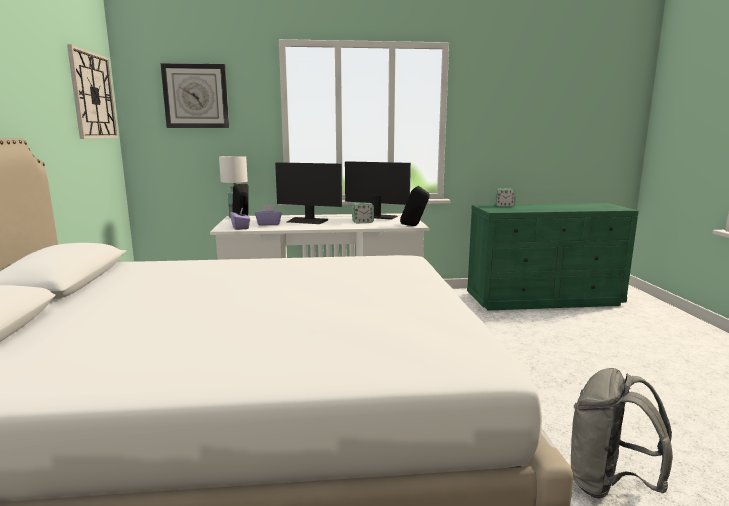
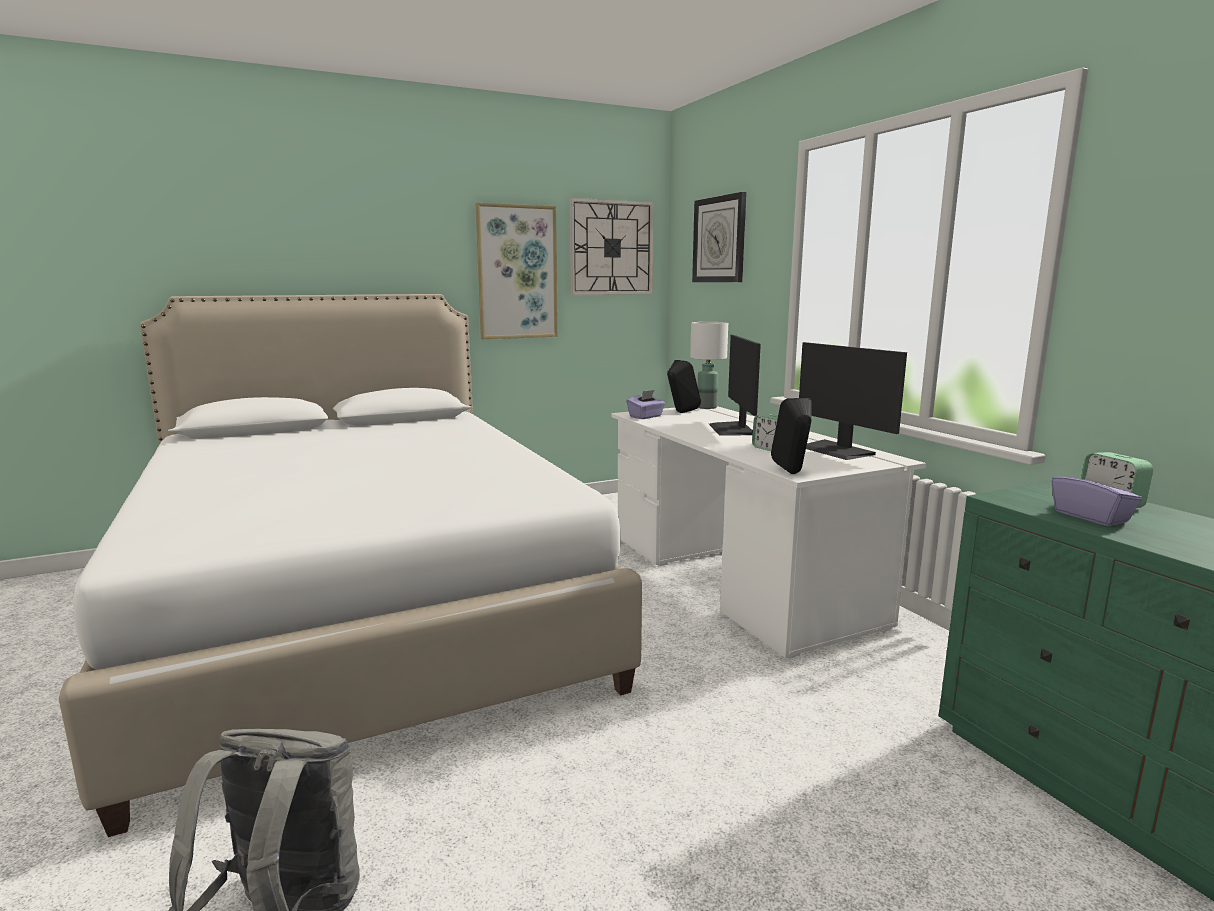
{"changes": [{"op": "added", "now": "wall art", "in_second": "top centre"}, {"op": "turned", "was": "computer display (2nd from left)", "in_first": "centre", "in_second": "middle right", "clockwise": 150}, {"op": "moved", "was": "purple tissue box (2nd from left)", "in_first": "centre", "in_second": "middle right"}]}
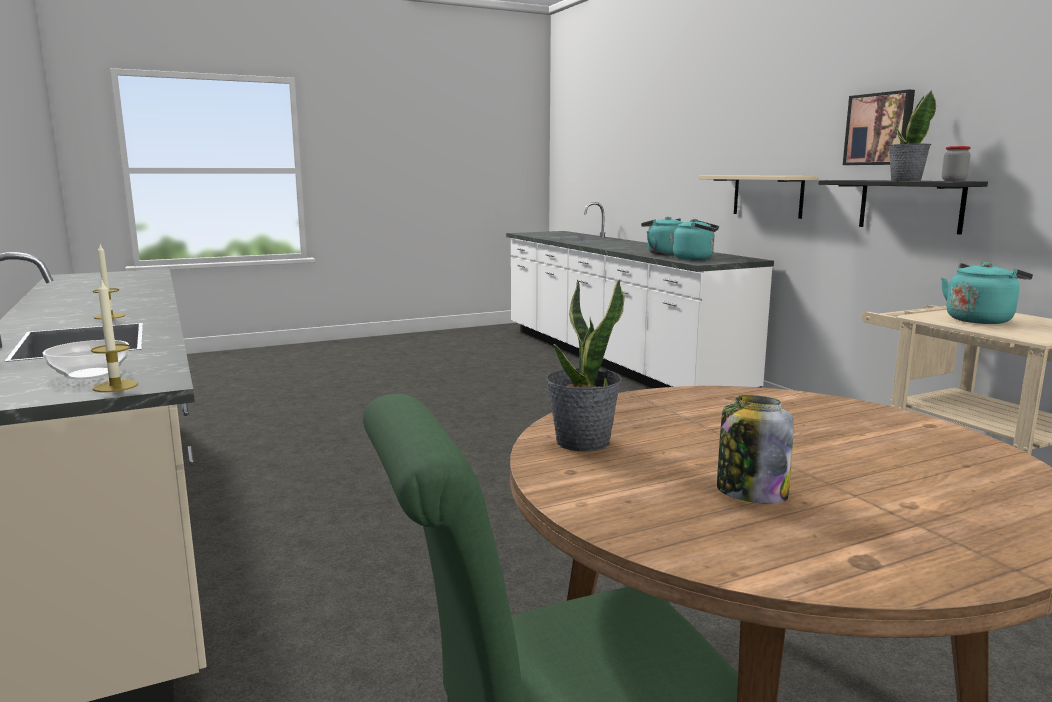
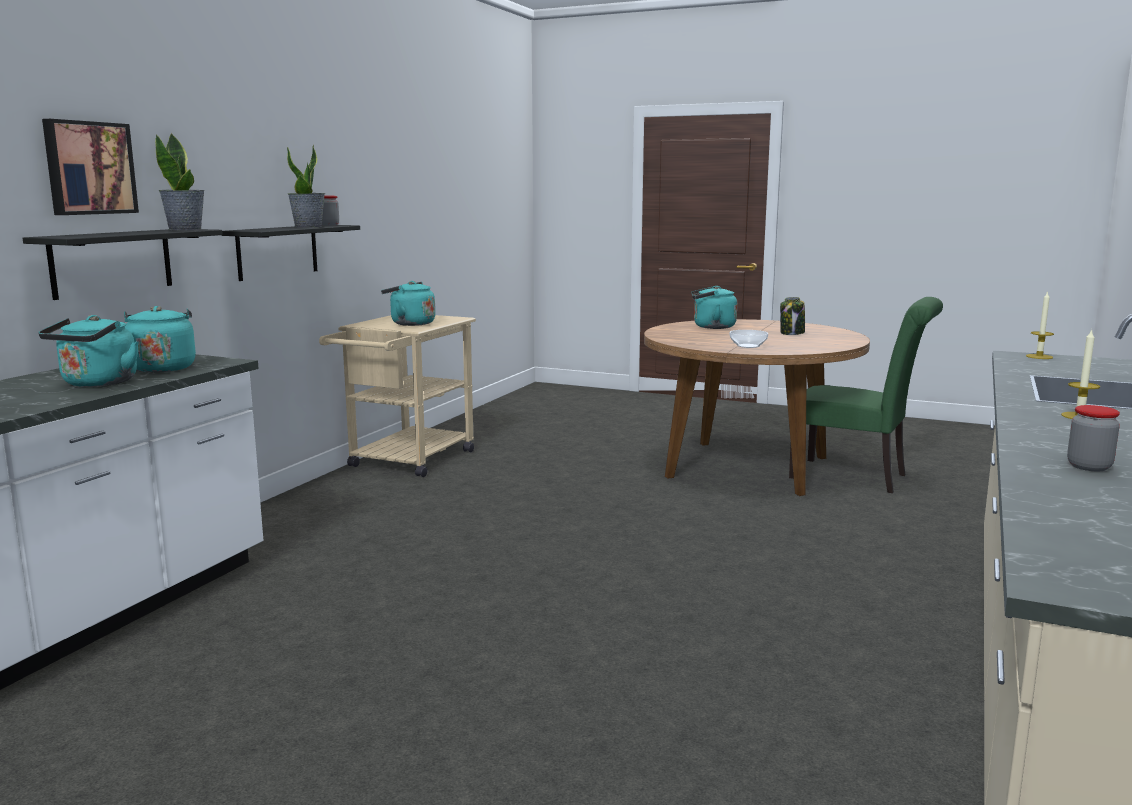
{"changes": [{"op": "recoloured", "was": "beige-coloured wall shelf", "now": "black wall shelf (1st from left)", "in_first": "top right", "in_second": "top left"}, {"op": "moved", "was": "wall art", "in_first": "top right", "in_second": "top left"}, {"op": "moved", "was": "plant in a pot (1st from left)", "in_first": "centre", "in_second": "top left"}, {"op": "added", "now": "turquoise-coloured water kettle (4th from left)", "in_second": "centre"}, {"op": "moved", "was": "serving bowl", "in_first": "middle left", "in_second": "centre"}, {"op": "added", "now": "storage jar (3rd from left)", "in_second": "middle right"}]}
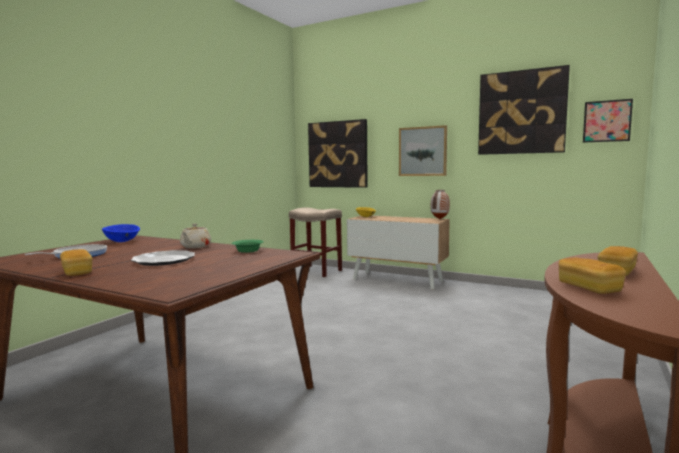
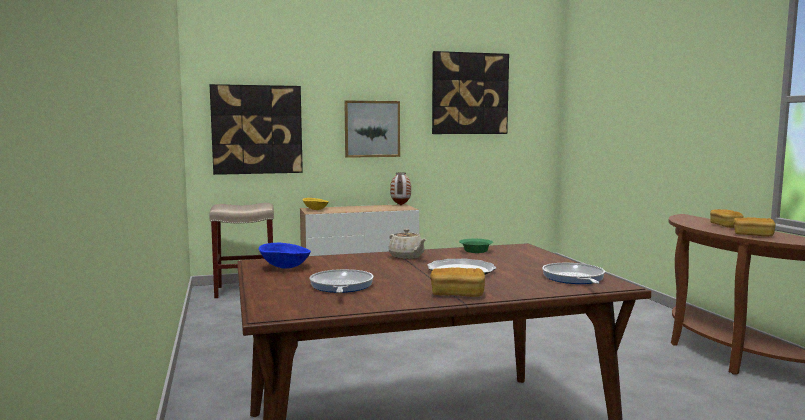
{"changes": [{"op": "added", "now": "skillet (2nd from left)", "in_second": "middle right"}, {"op": "removed", "was": "wall art (4th from left)", "in_first": "top right"}]}
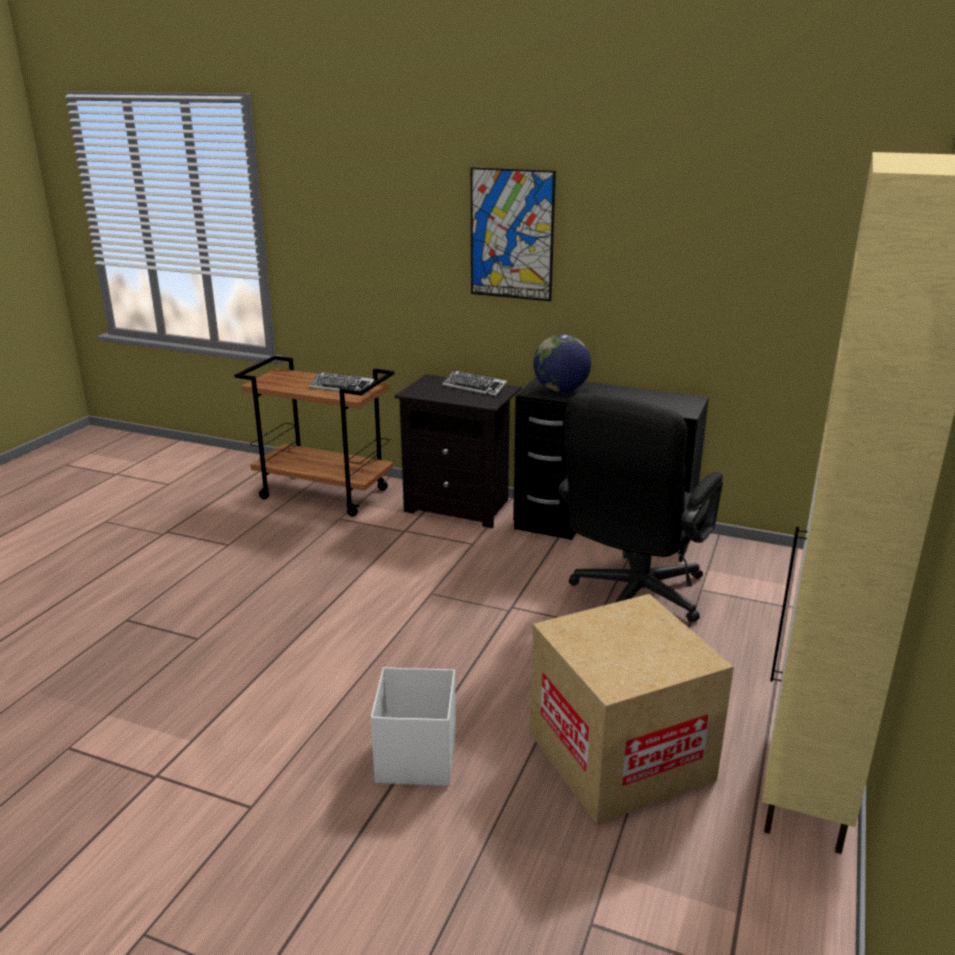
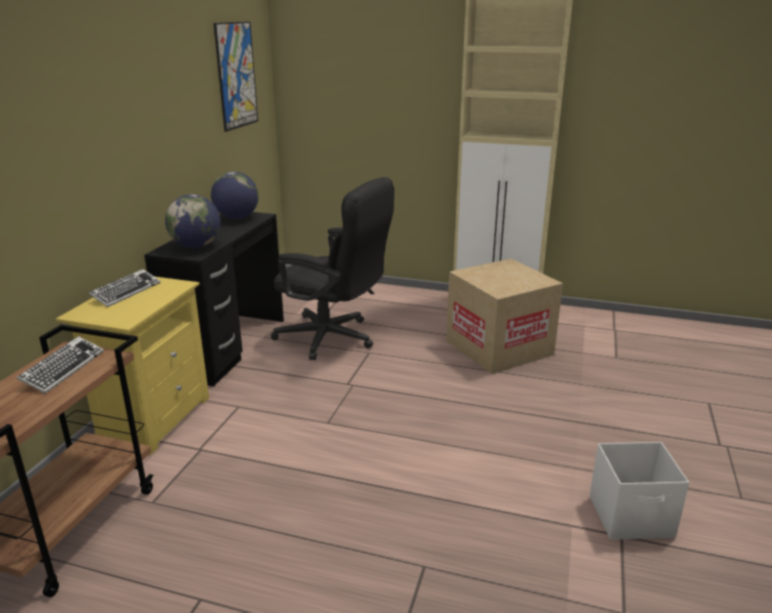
{"changes": [{"op": "recoloured", "was": "black nightstand", "now": "yellowish nightstand", "in_first": "centre", "in_second": "middle left"}, {"op": "added", "now": "globe (2nd from left)", "in_second": "top left"}, {"op": "moved", "was": "wall art", "in_first": "top centre", "in_second": "top left"}, {"op": "moved", "was": "white-coloured storage container", "in_first": "bottom centre", "in_second": "bottom right"}]}
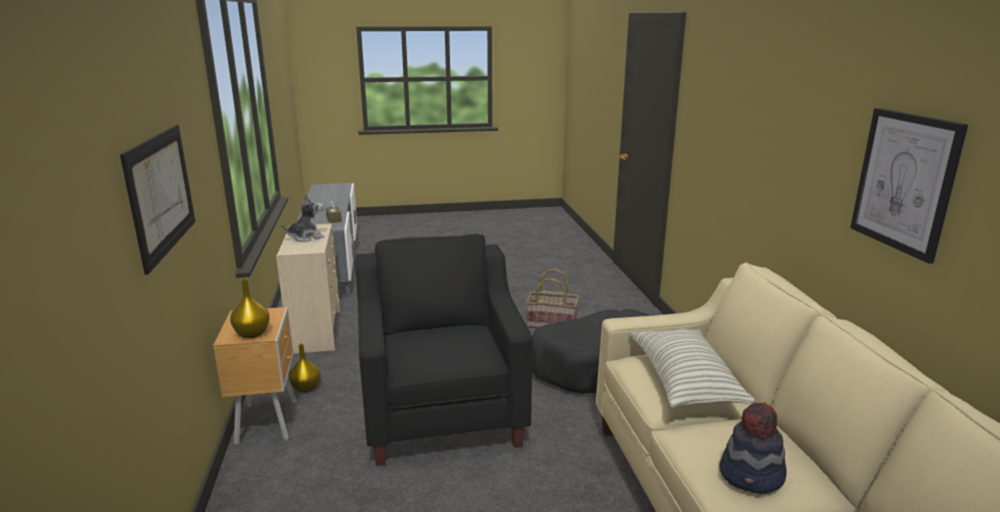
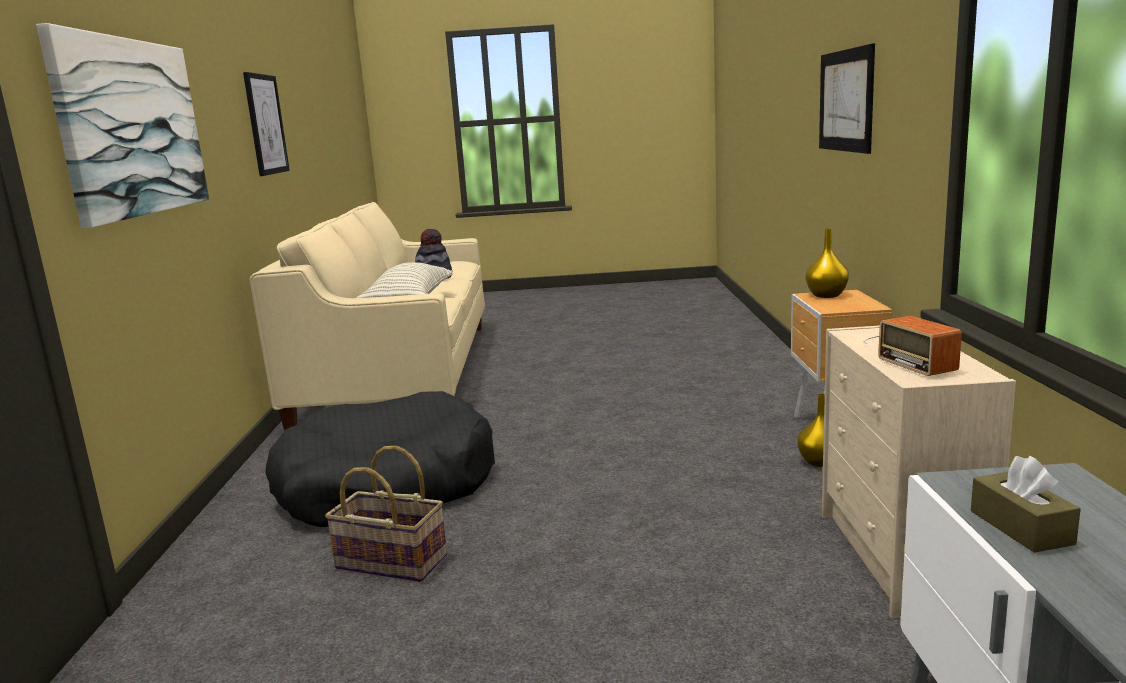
{"changes": [{"op": "added", "now": "wall art (1st from left)", "in_second": "top left"}, {"op": "replaced", "was": "soft toy", "now": "radio receiver", "in_first": "middle left", "in_second": "middle right"}, {"op": "removed", "was": "black lounge chair", "in_first": "bottom centre"}]}
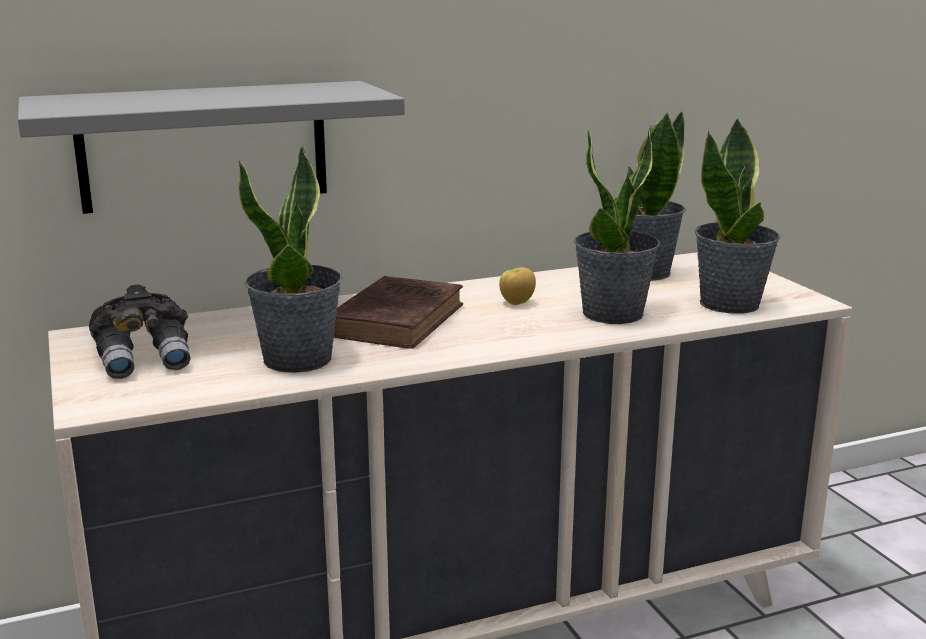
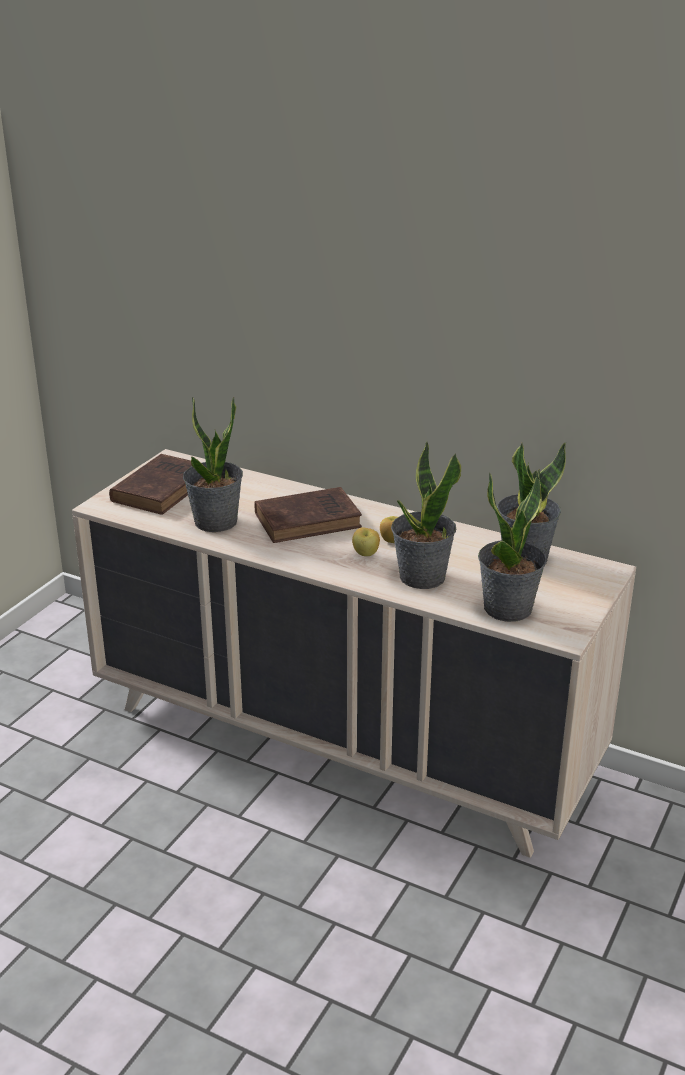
{"changes": [{"op": "replaced", "was": "greyish field glasses", "now": "brownish bound book (1st from left)", "in_first": "middle left", "in_second": "middle left"}, {"op": "added", "now": "apple fruit (1st from left)", "in_second": "centre"}, {"op": "removed", "was": "greyish wall shelf", "in_first": "top left"}]}
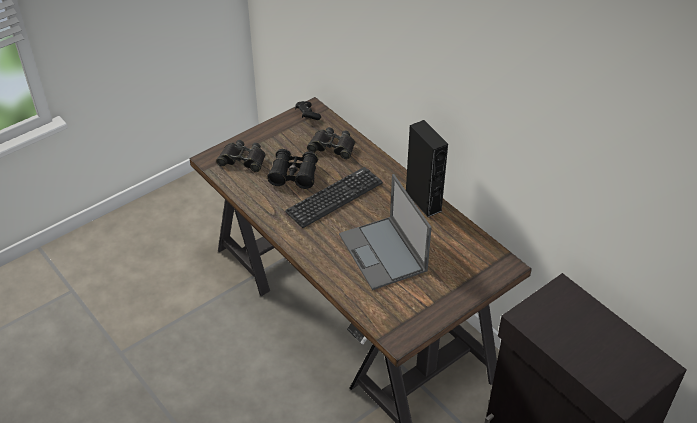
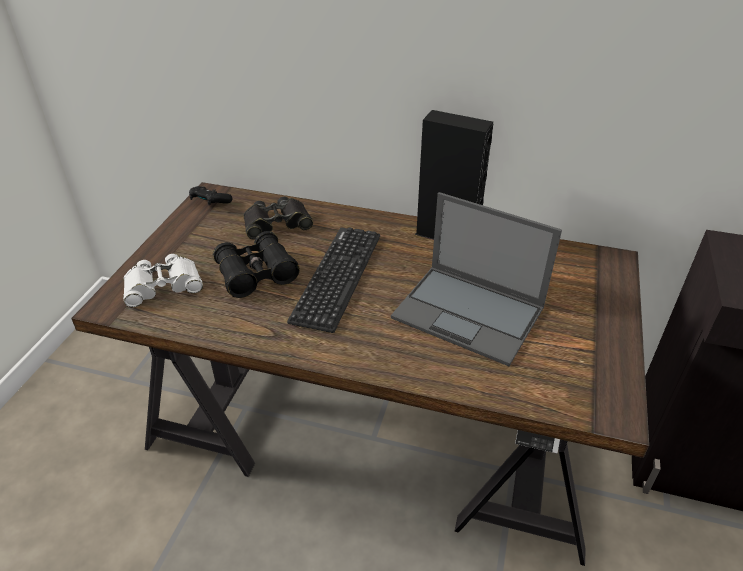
{"changes": [{"op": "recoloured", "was": "black field glasses (1st from left)", "now": "white-coloured field glasses", "in_first": "centre", "in_second": "middle left"}]}
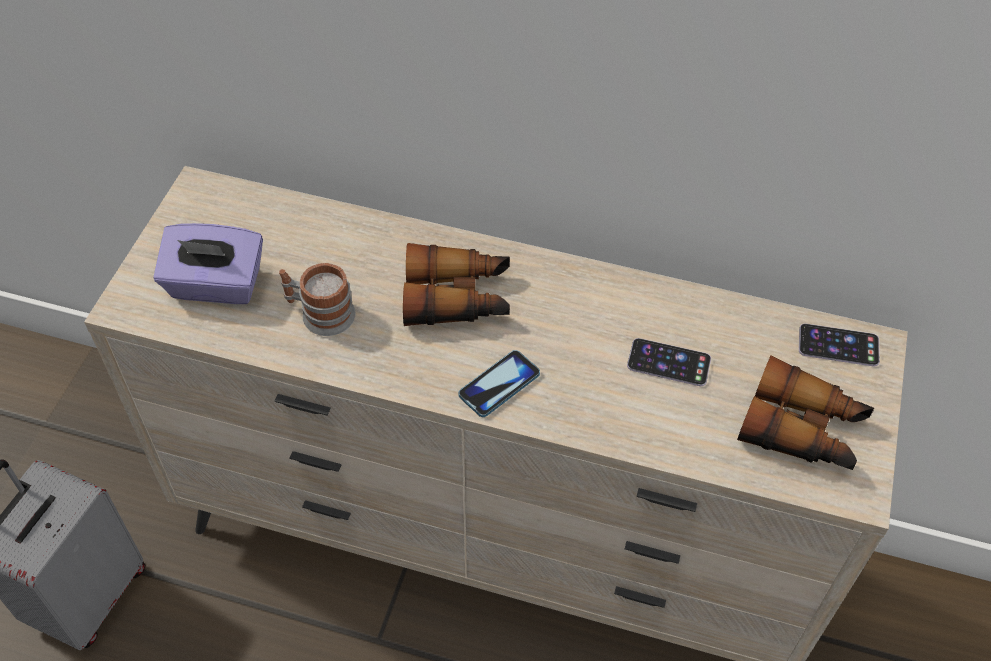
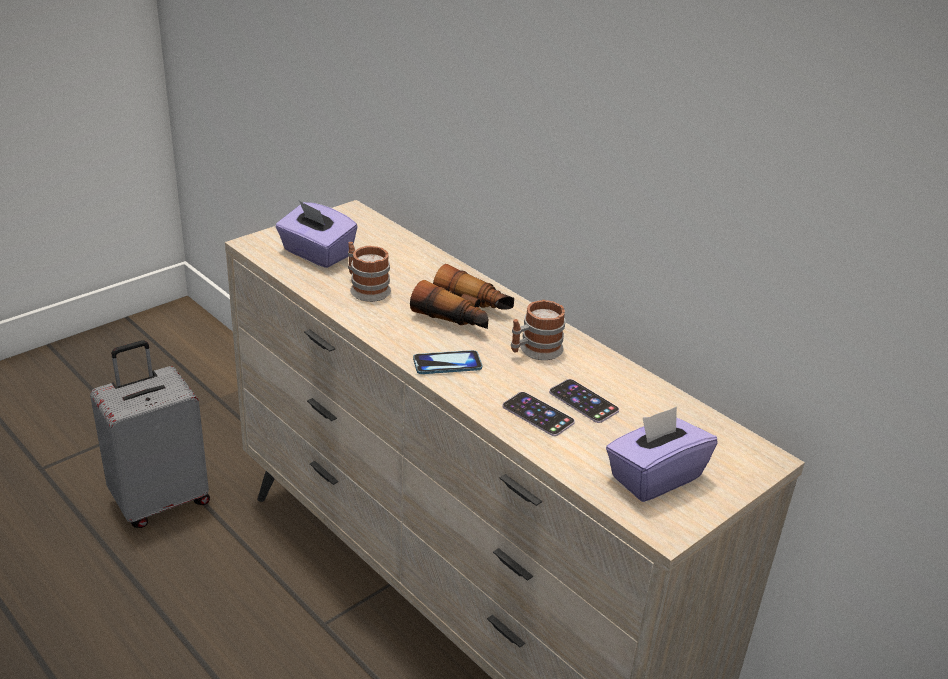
{"changes": [{"op": "moved", "was": "telephone (3rd from left in the first image)", "now": "telephone (2nd from left)", "in_first": "middle right", "in_second": "centre"}, {"op": "added", "now": "coffee mug (2nd from left)", "in_second": "centre"}, {"op": "replaced", "was": "field glasses (2nd from left)", "now": "purple tissue box (2nd from left)", "in_first": "middle right", "in_second": "bottom right"}]}
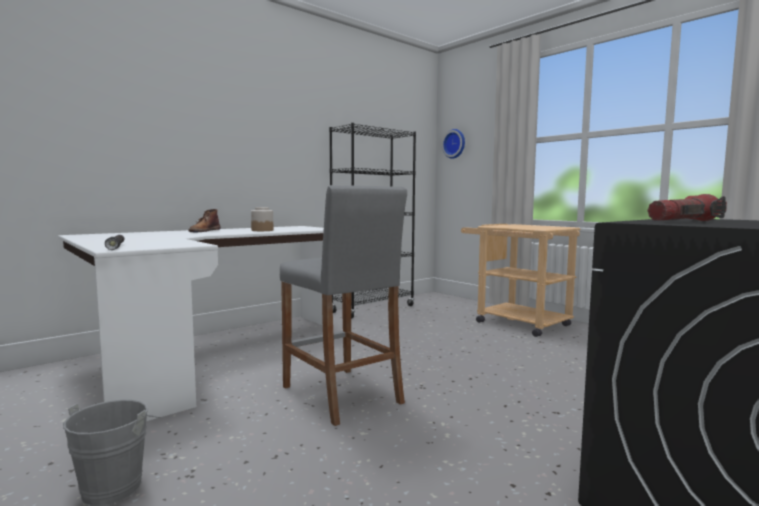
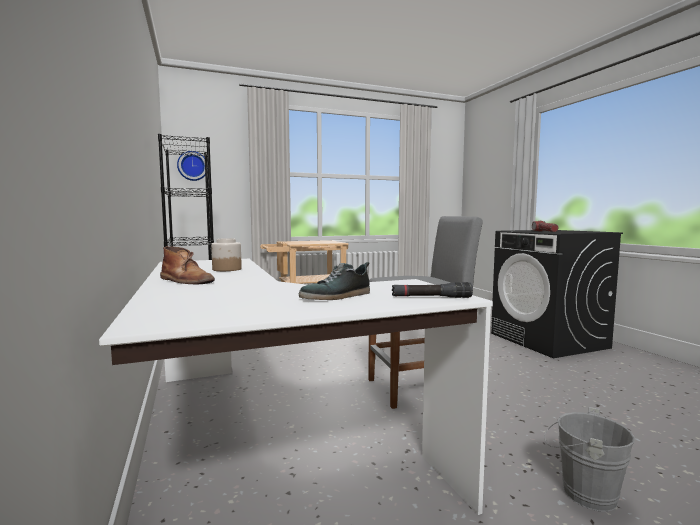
{"changes": [{"op": "added", "now": "low shoe", "in_second": "centre"}]}
